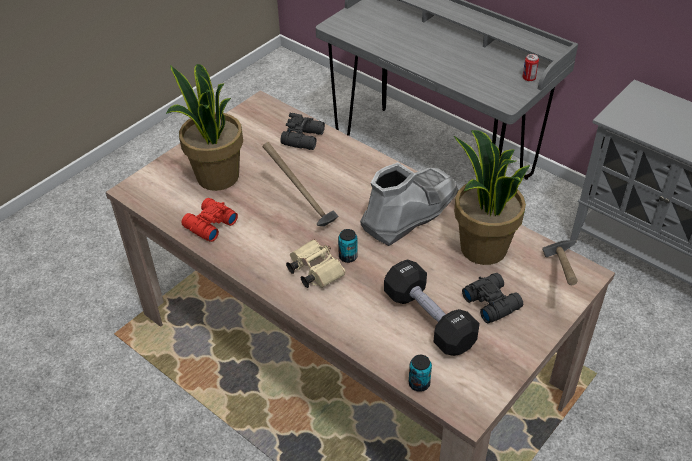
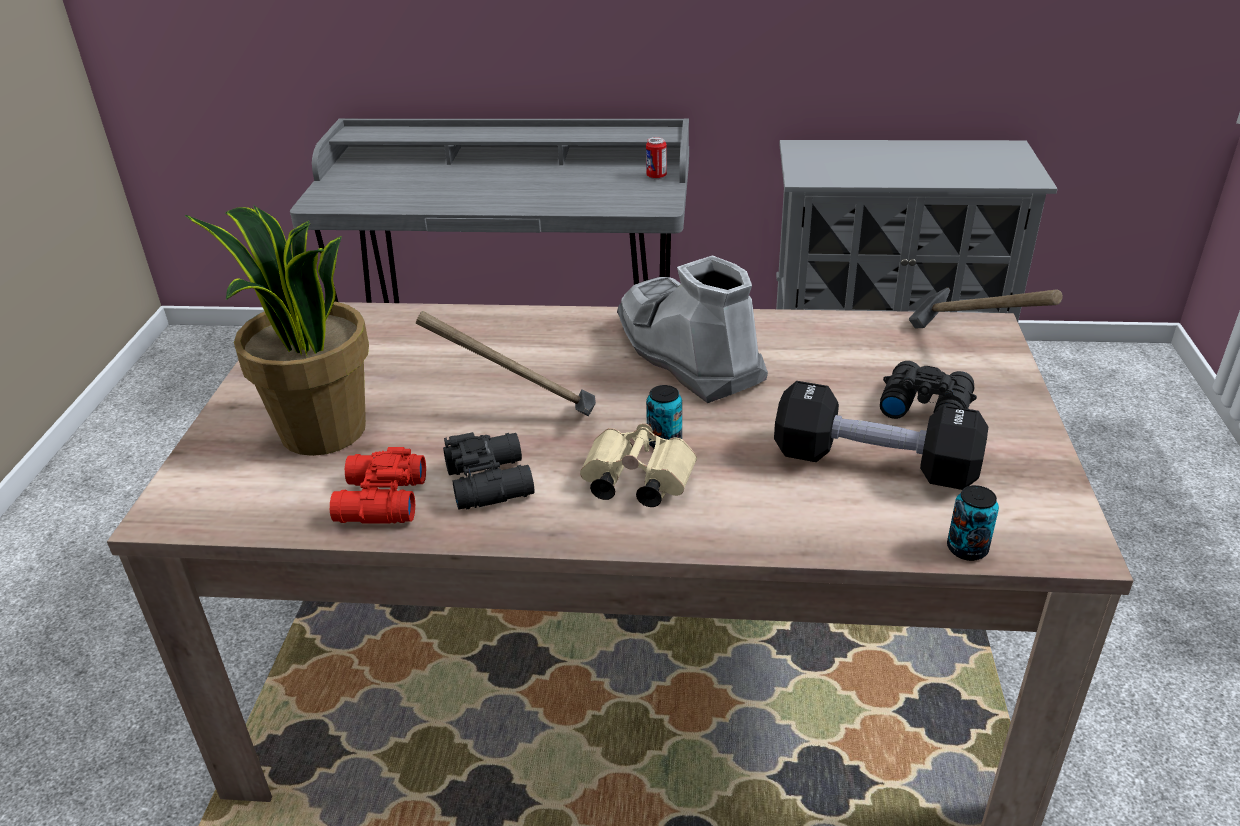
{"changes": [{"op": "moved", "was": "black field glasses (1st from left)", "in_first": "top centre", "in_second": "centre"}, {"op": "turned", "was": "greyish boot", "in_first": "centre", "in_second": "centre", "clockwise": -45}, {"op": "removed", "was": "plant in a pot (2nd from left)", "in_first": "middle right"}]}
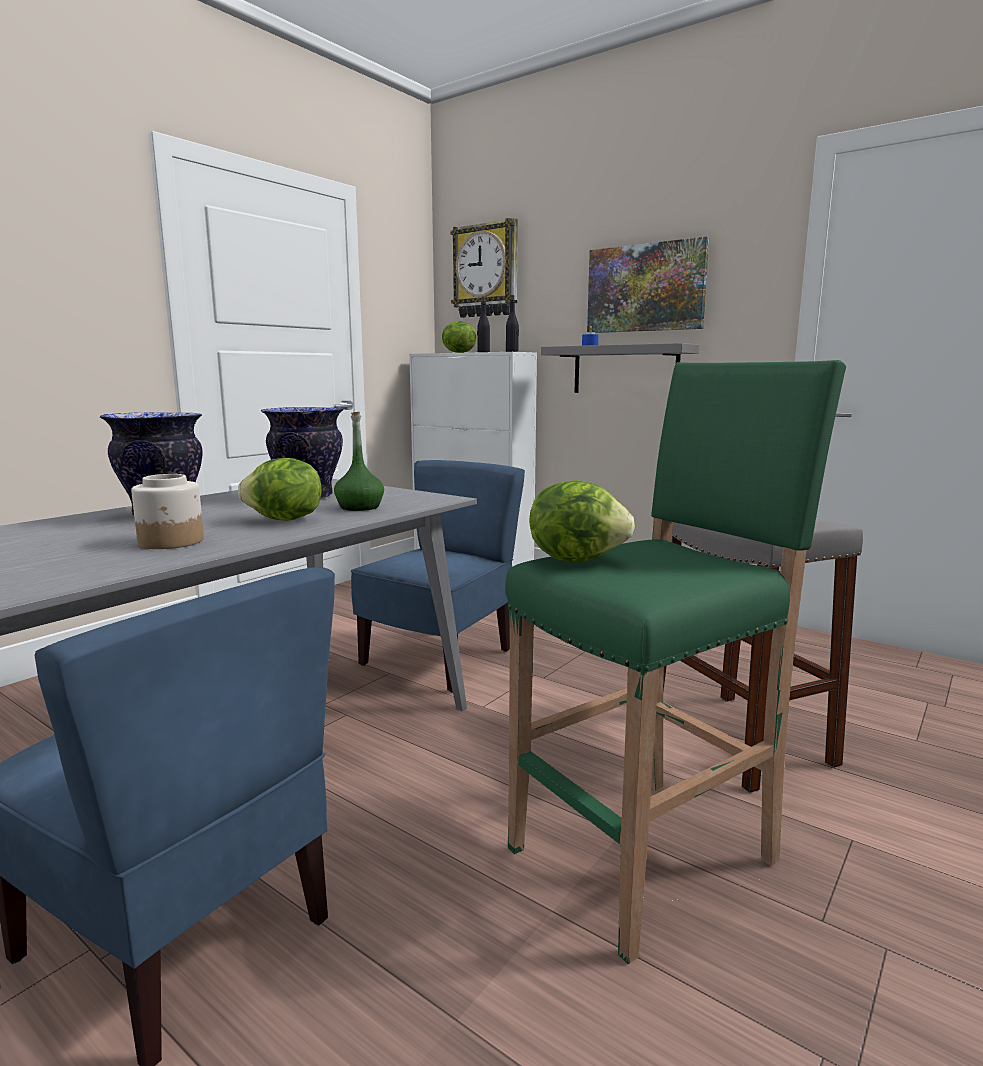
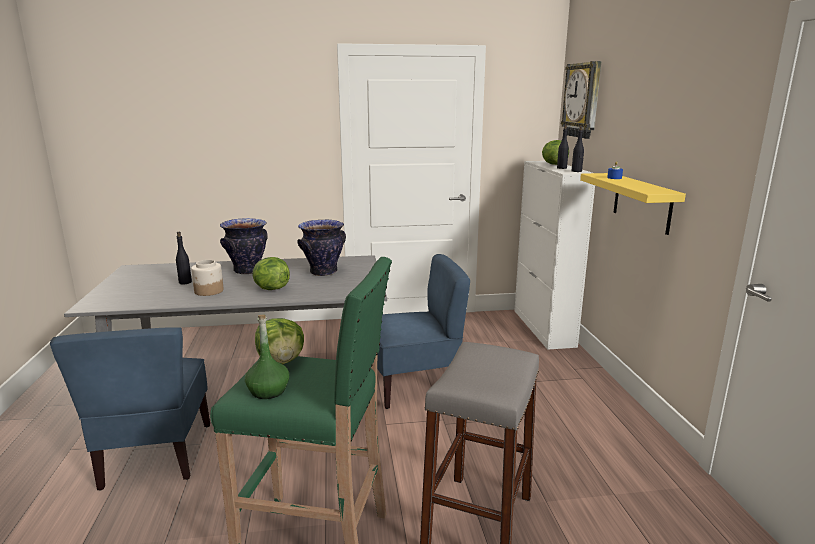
{"changes": [{"op": "added", "now": "black drink bottle (1st from left)", "in_second": "middle left"}, {"op": "moved", "was": "greenish drink bottle", "in_first": "centre", "in_second": "middle left"}, {"op": "recoloured", "was": "greyish wall shelf", "now": "yellowish wall shelf", "in_first": "centre", "in_second": "middle right"}, {"op": "removed", "was": "wall art", "in_first": "top centre"}]}
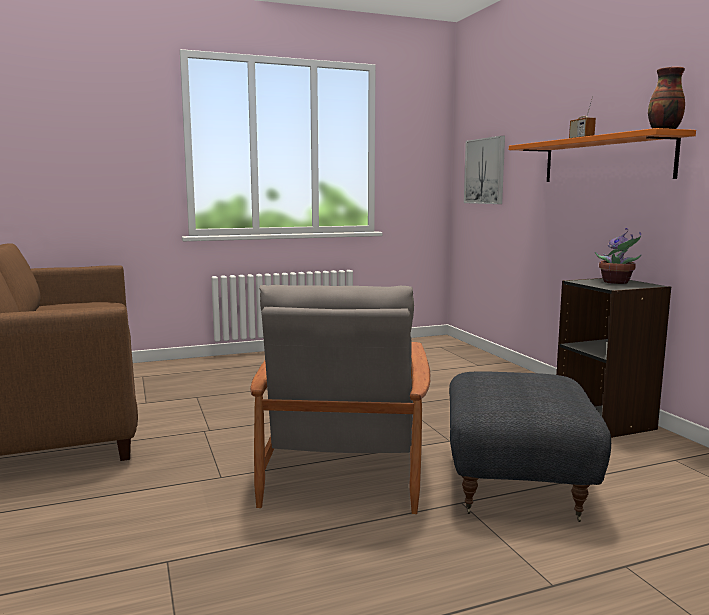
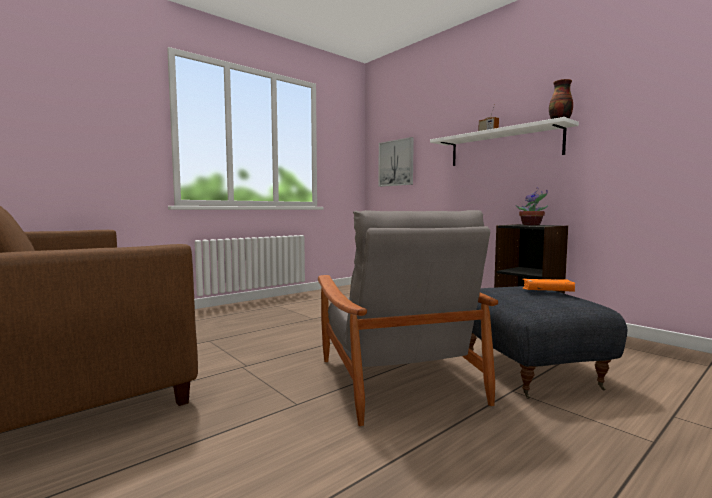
{"changes": [{"op": "recoloured", "was": "orangey wall shelf", "now": "white-coloured wall shelf", "in_first": "top right", "in_second": "top right"}, {"op": "added", "now": "orangey bound book", "in_second": "middle right"}]}
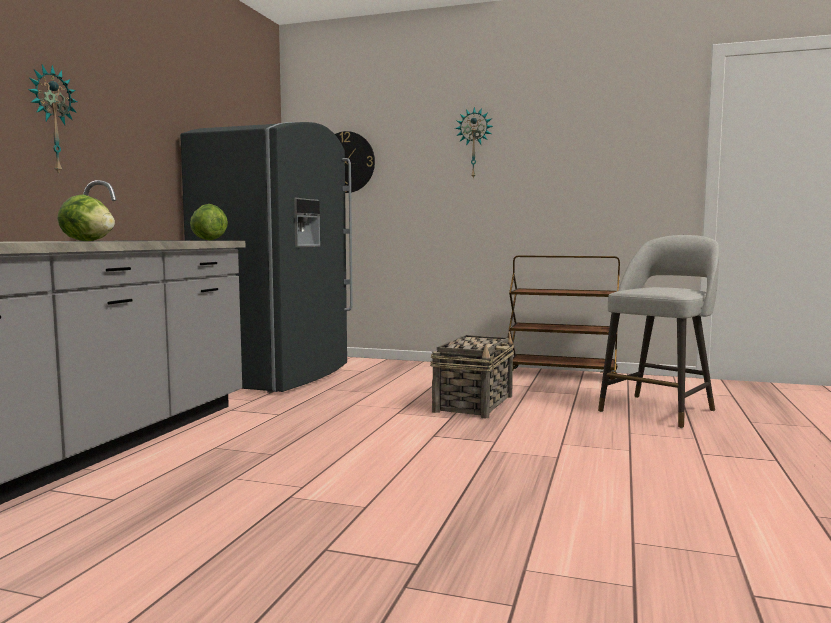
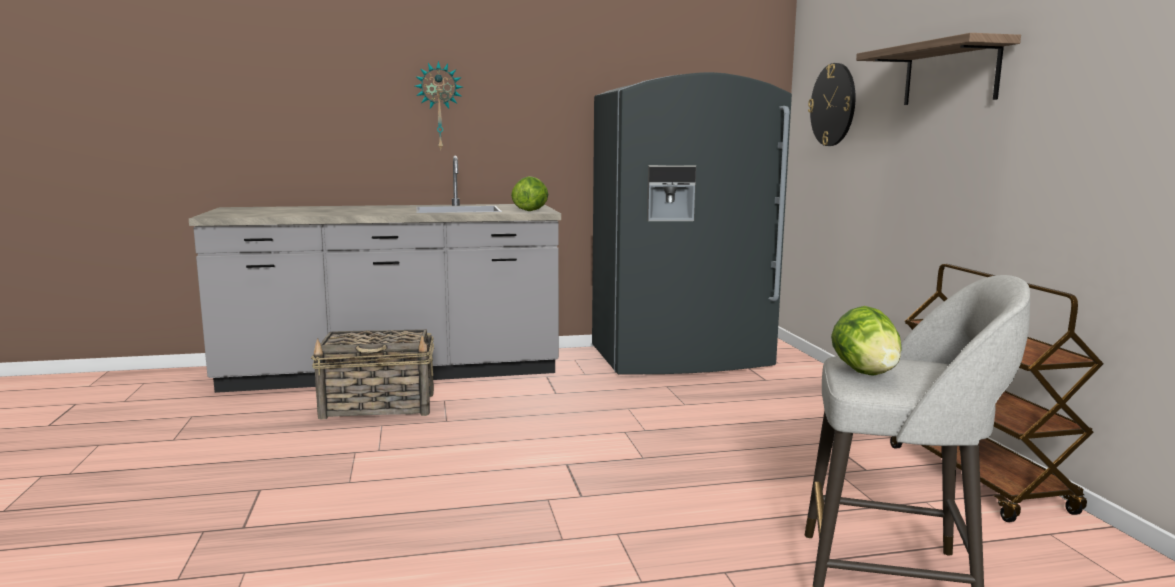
{"changes": [{"op": "moved", "was": "basket", "in_first": "centre", "in_second": "middle left"}, {"op": "moved", "was": "head of lettuce (1st from left in the first image)", "now": "head of lettuce (2nd from left)", "in_first": "middle left", "in_second": "middle right"}, {"op": "replaced", "was": "hanging clock (3rd from left)", "now": "wall shelf", "in_first": "top centre", "in_second": "top right"}]}
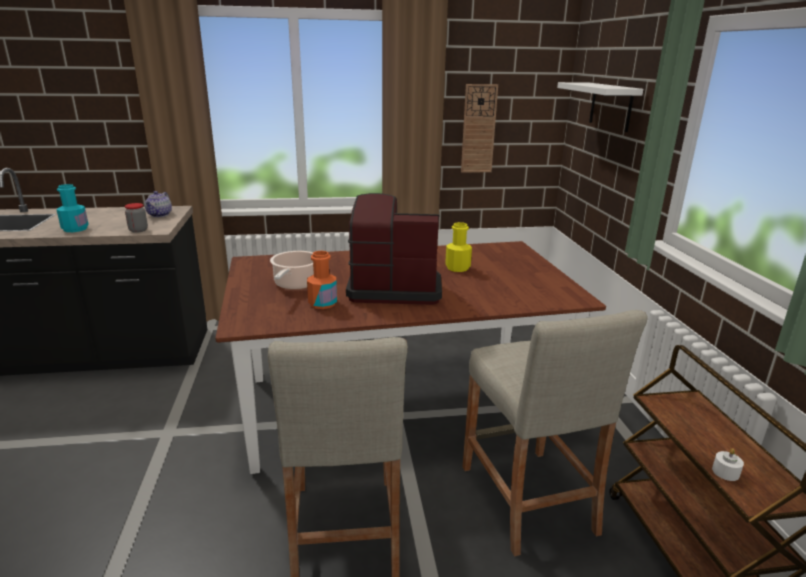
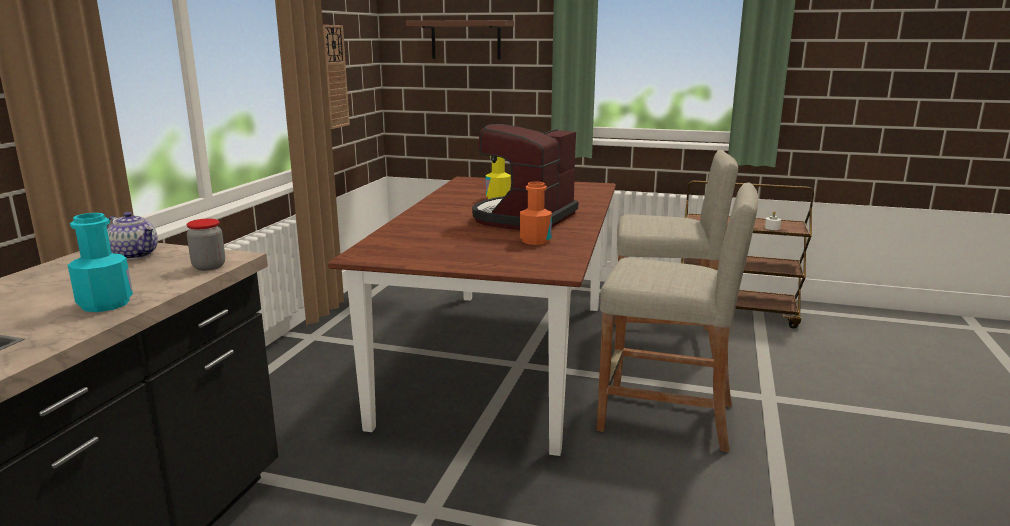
{"changes": [{"op": "recoloured", "was": "white-coloured wall shelf", "now": "brownish wall shelf", "in_first": "top right", "in_second": "top centre"}, {"op": "removed", "was": "stockpot", "in_first": "centre"}]}
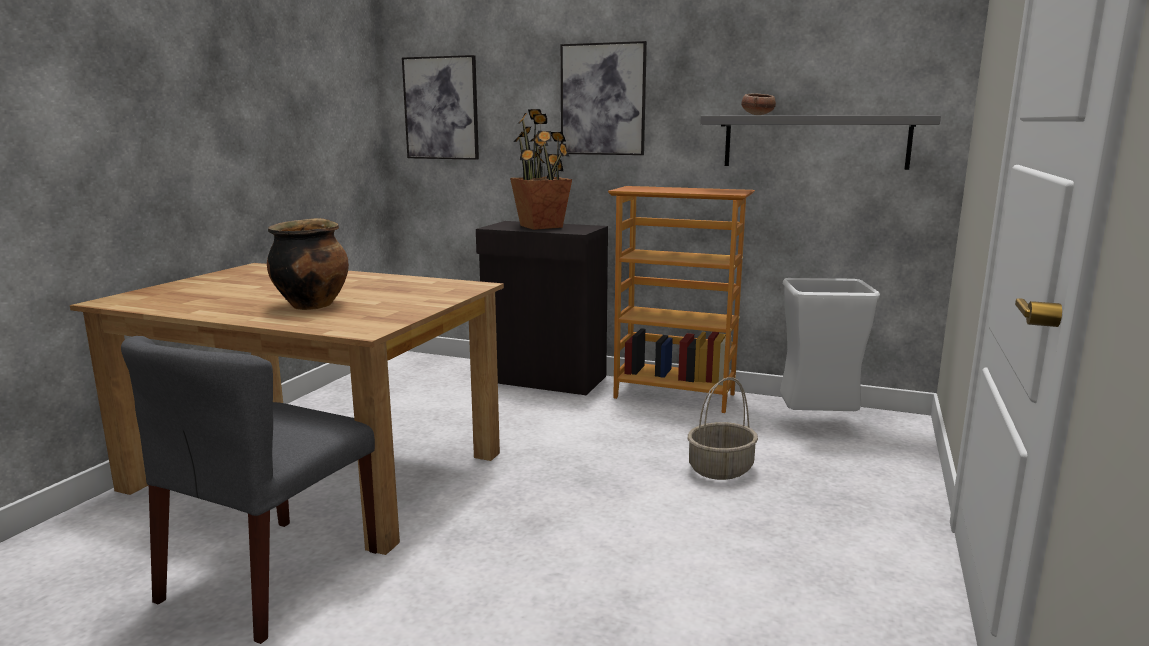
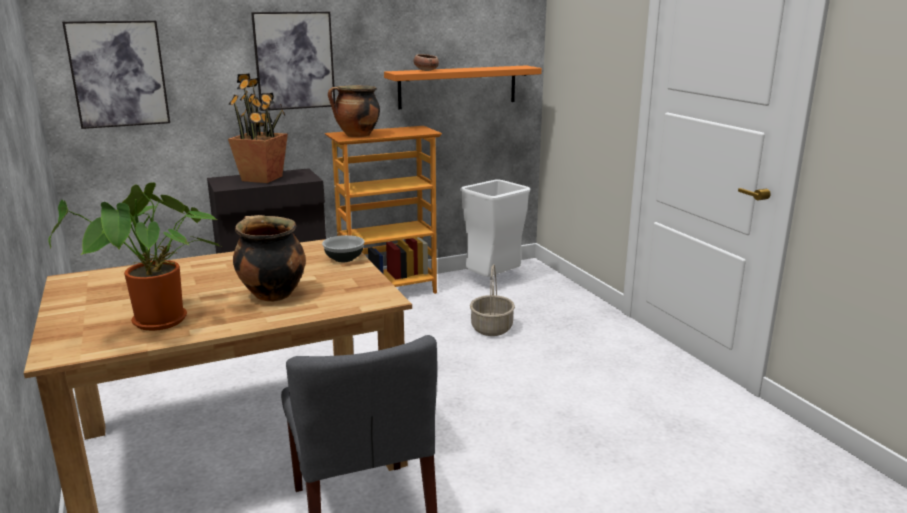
{"changes": [{"op": "added", "now": "plant in a pot (1st from left)", "in_second": "middle left"}, {"op": "added", "now": "serving bowl (1st from left)", "in_second": "centre"}, {"op": "added", "now": "stockpot (2nd from left)", "in_second": "top centre"}, {"op": "recoloured", "was": "greyish wall shelf", "now": "orangey wall shelf", "in_first": "top right", "in_second": "top centre"}]}
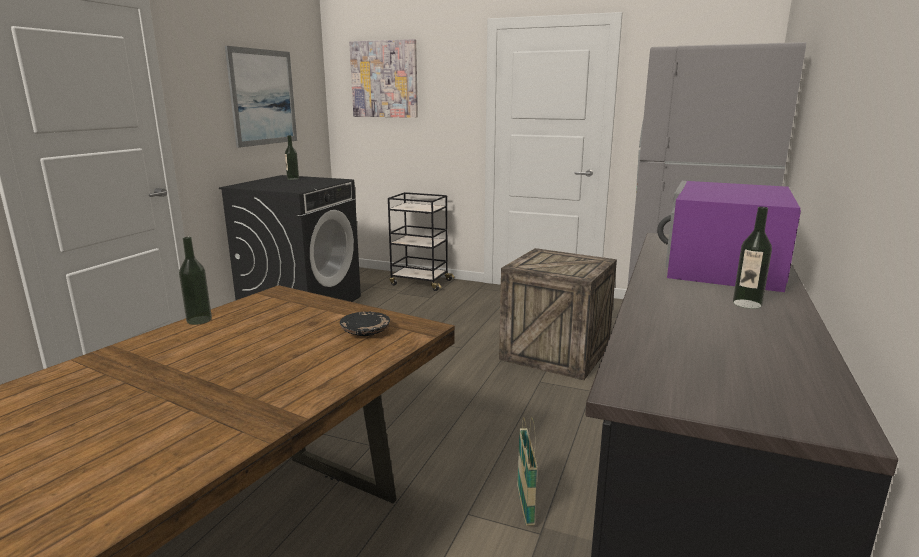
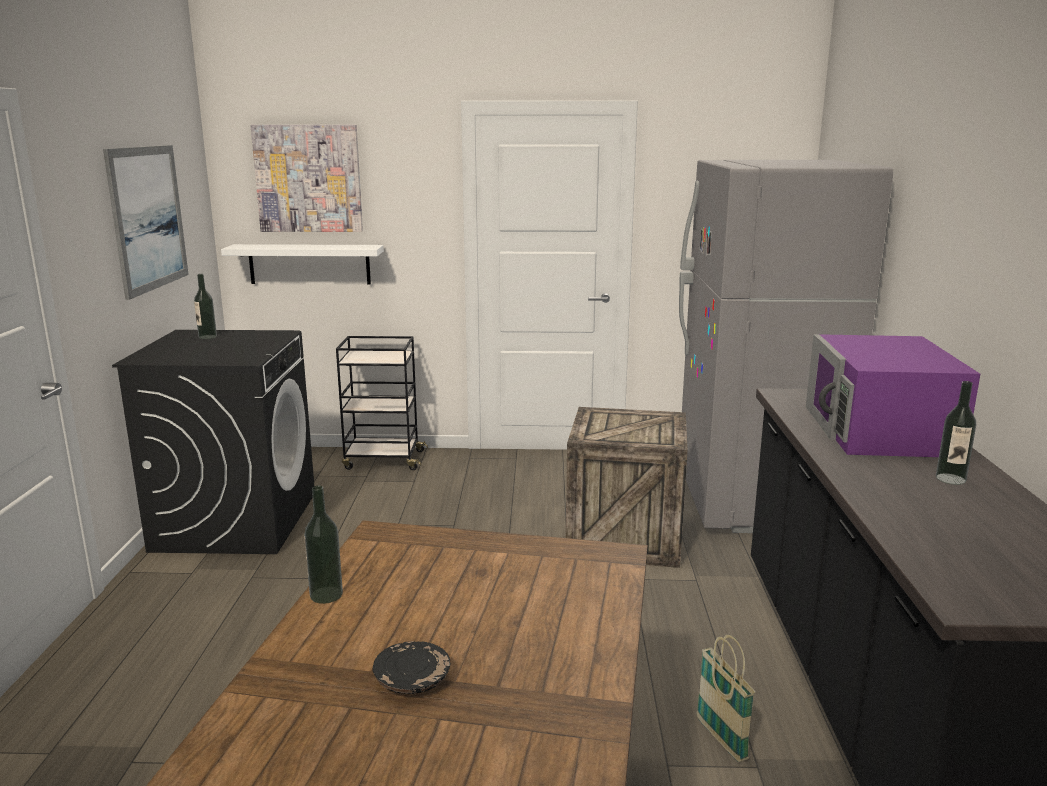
{"changes": [{"op": "added", "now": "white-coloured wall shelf", "in_second": "middle left"}, {"op": "moved", "was": "black flat dish", "in_first": "centre", "in_second": "bottom centre"}]}
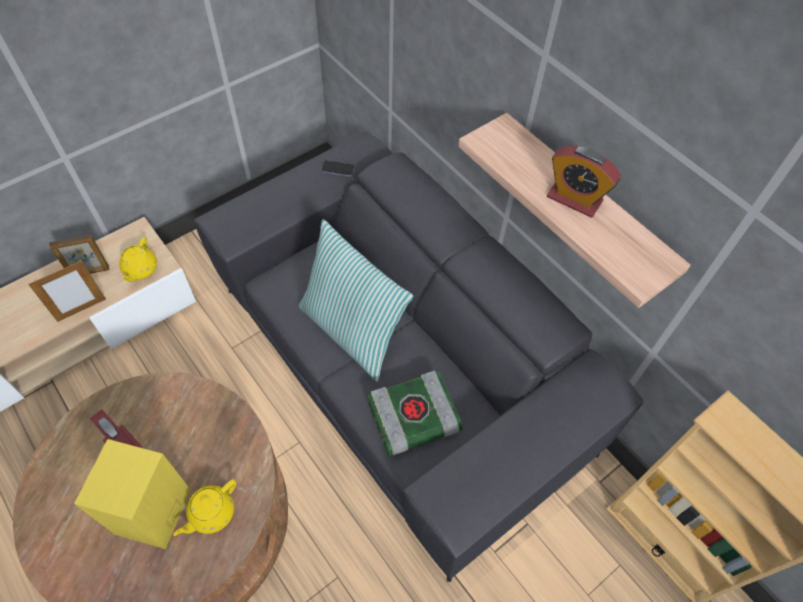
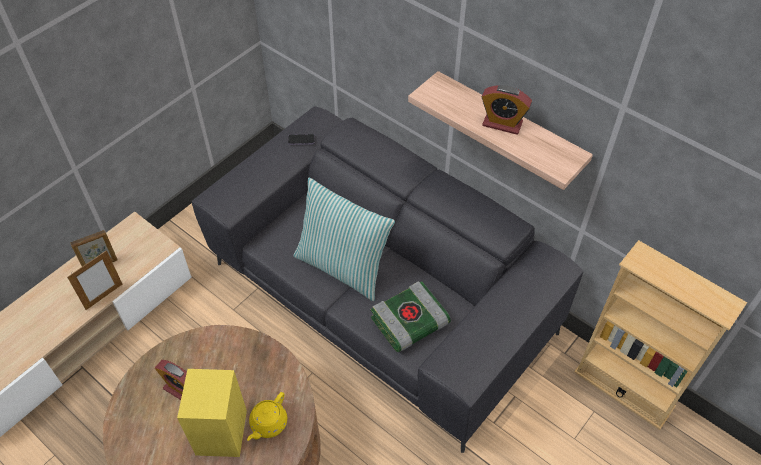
{"changes": [{"op": "removed", "was": "yellowish teapot (1st from left)", "in_first": "middle left"}]}
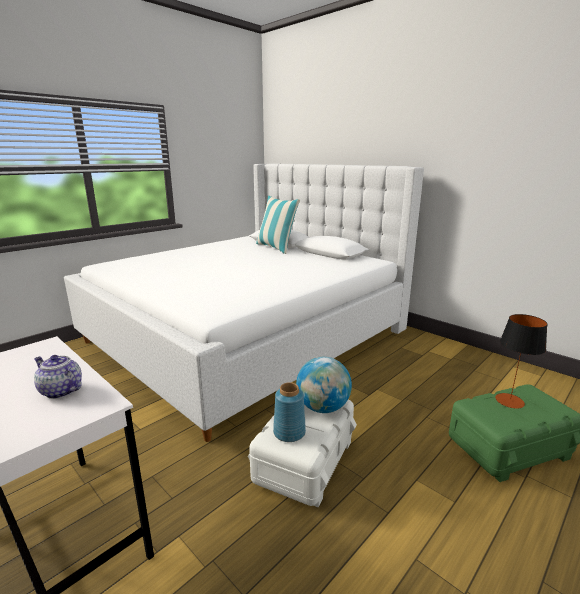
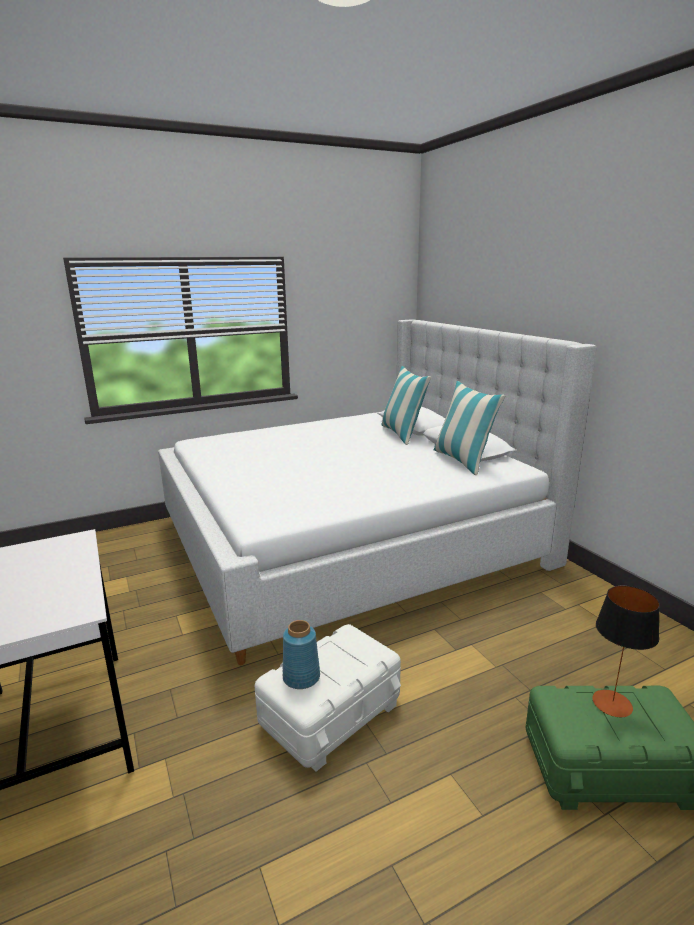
{"changes": [{"op": "added", "now": "cushion (2nd from left)", "in_second": "middle right"}, {"op": "removed", "was": "teapot", "in_first": "middle left"}, {"op": "removed", "was": "globe", "in_first": "centre"}]}
